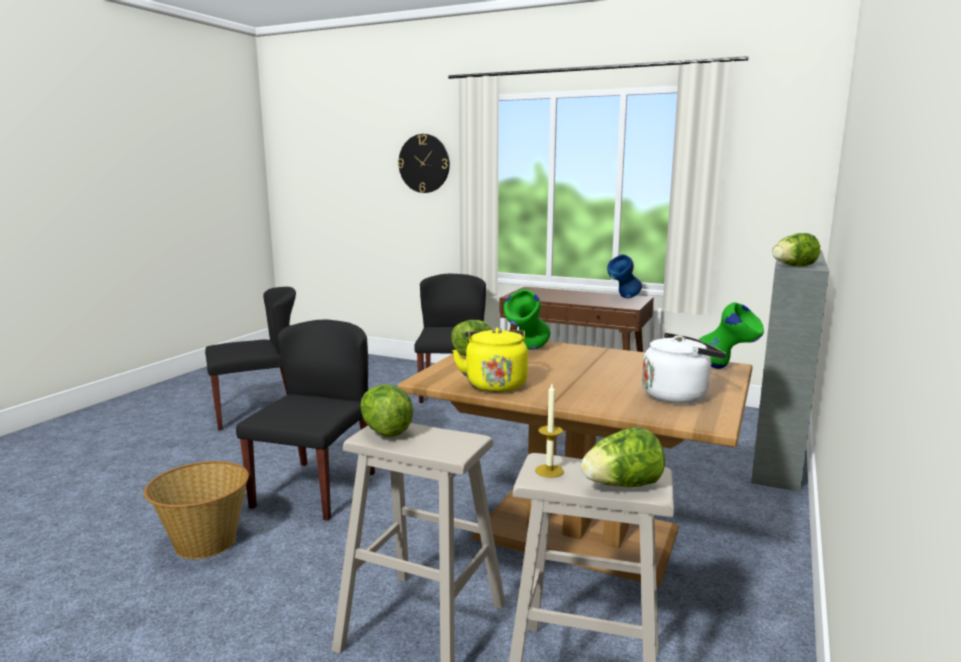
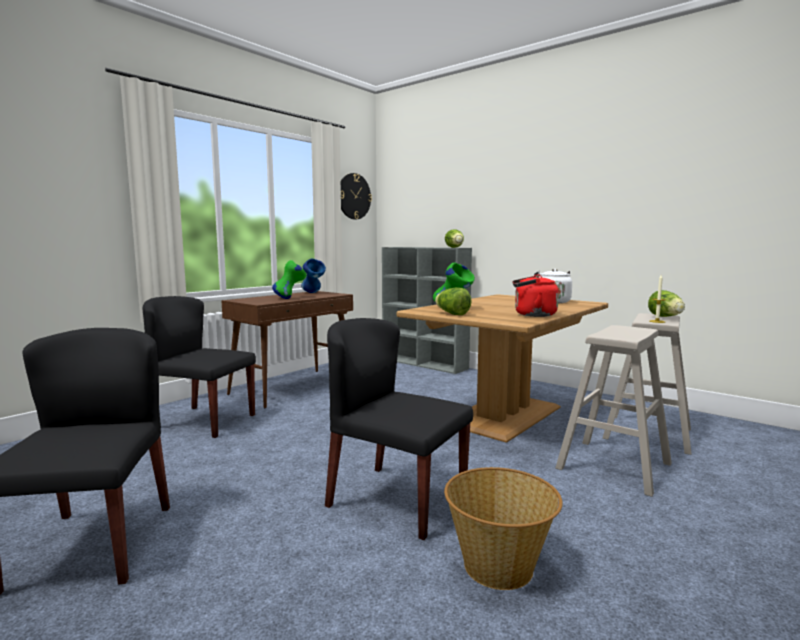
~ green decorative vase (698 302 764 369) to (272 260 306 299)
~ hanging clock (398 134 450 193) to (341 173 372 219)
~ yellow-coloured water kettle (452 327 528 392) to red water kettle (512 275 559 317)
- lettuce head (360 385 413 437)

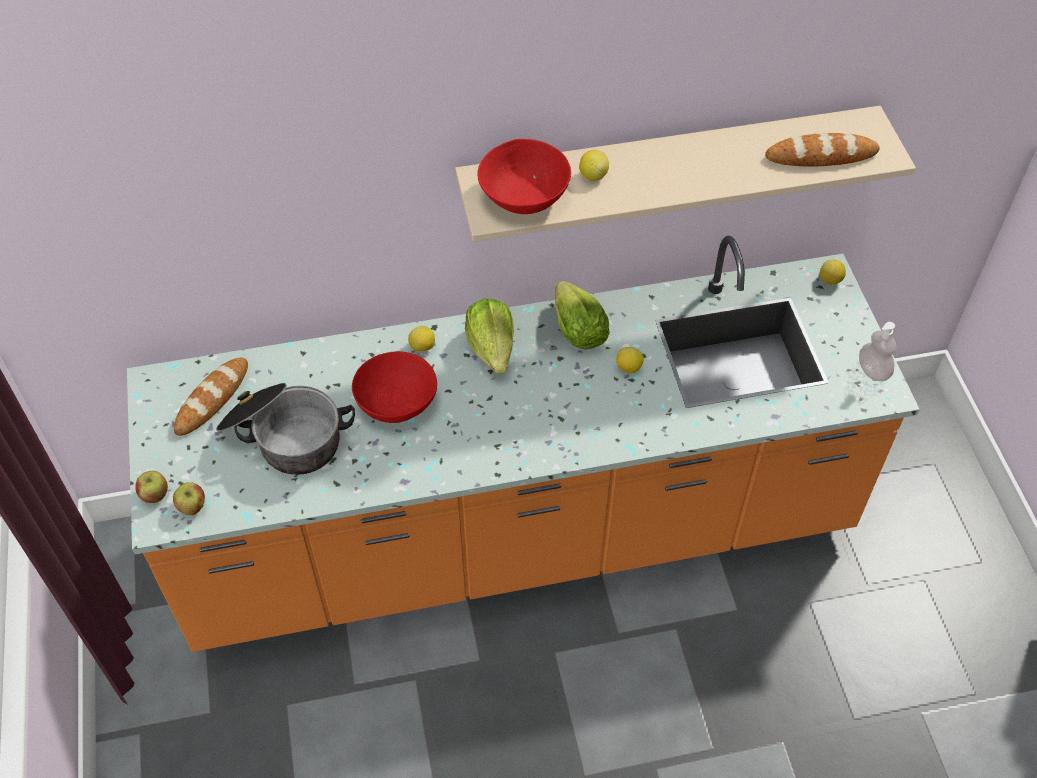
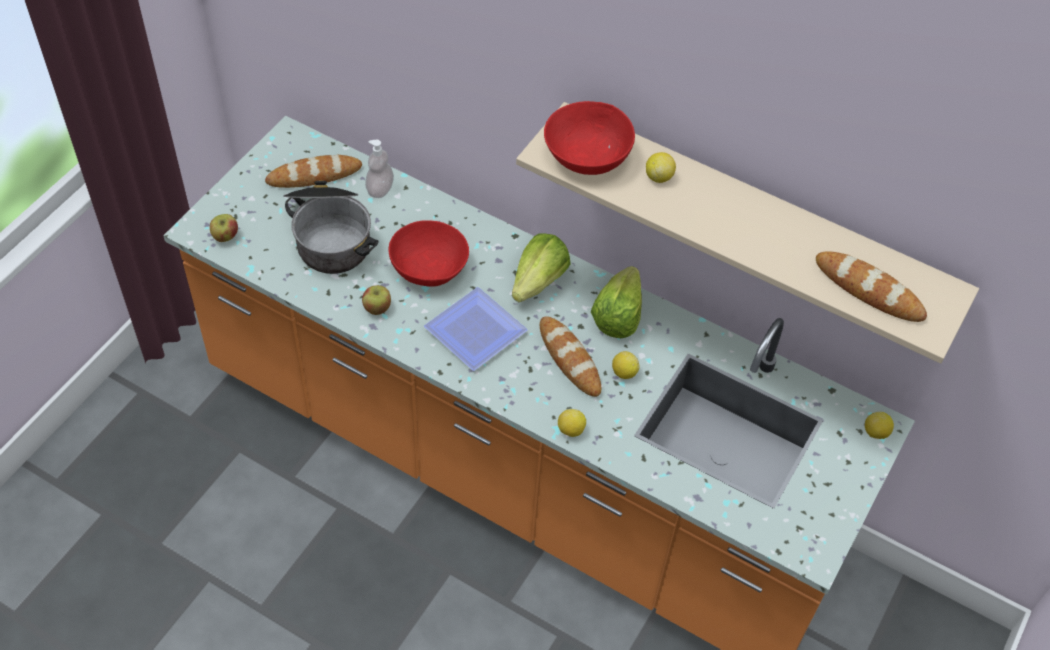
~ apple fruit (135 471 168 503) to (362 285 391 315)
~ liquid soap bottle (859 322 897 381) to (365 140 394 198)
+ flat dish (424 287 528 371)
+ bakery bread (540 316 601 397)
~ whole lemon (408 326 435 352) to (558 409 586 437)

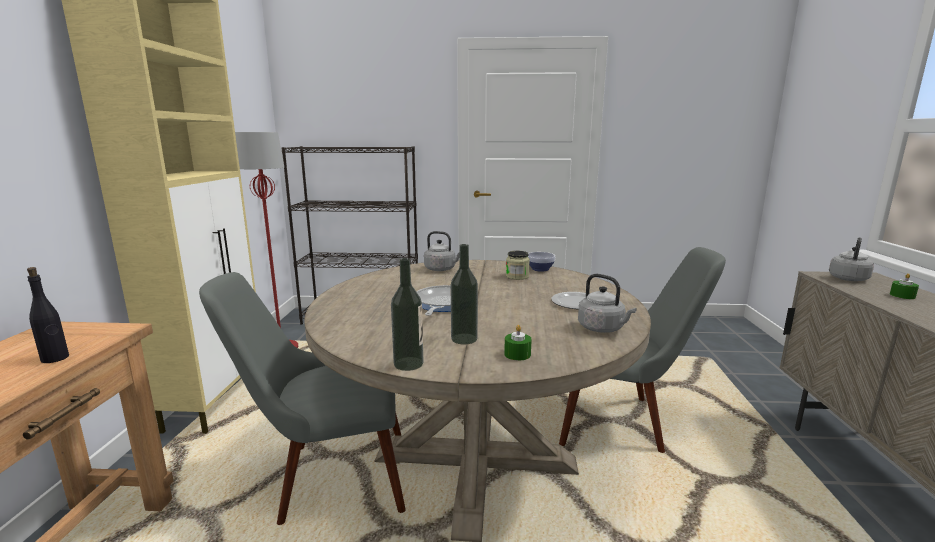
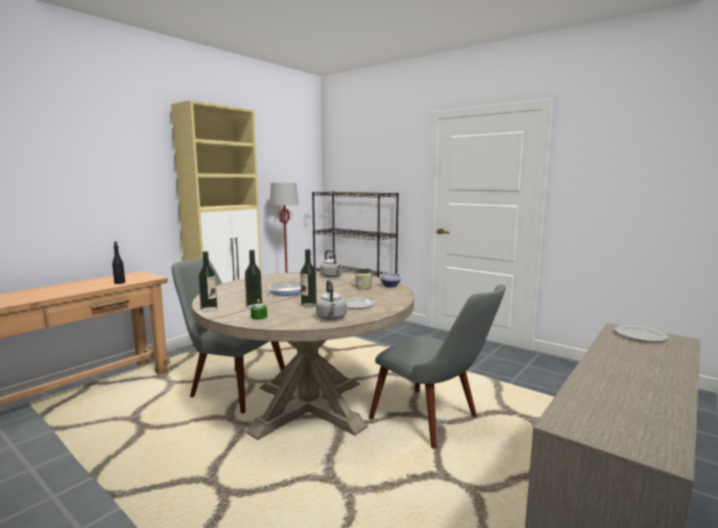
+ bottle (300 249 317 308)
~ greyish water kettle (829 237 874 281) to flat dish (615 325 669 342)
- green wax candle (890 273 919 299)

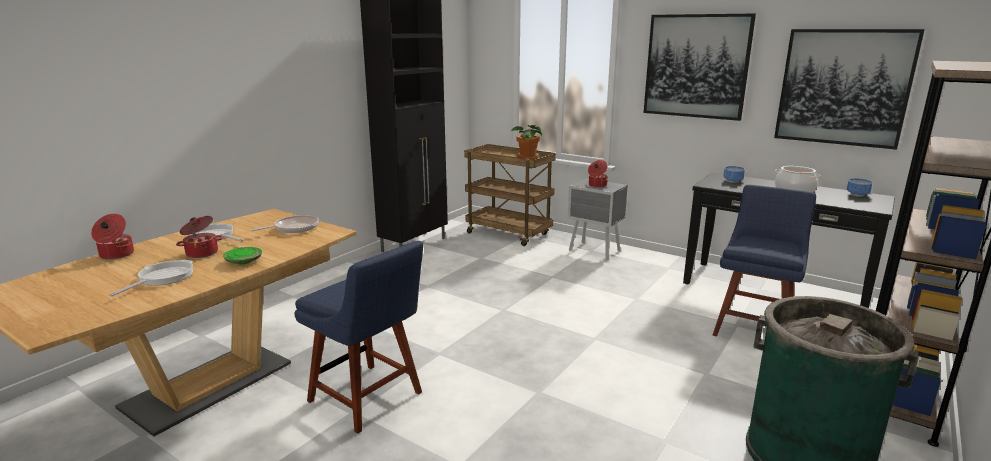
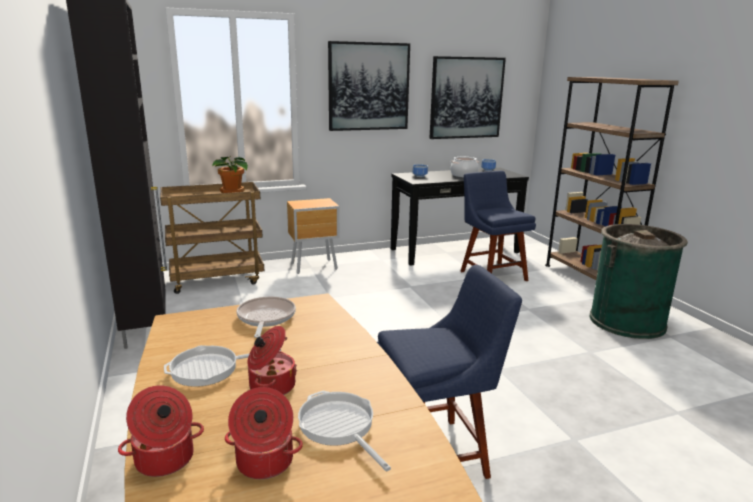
~ stockpot (588 160 608 187) to (225 387 303 479)
~ greyish bedside table (568 178 628 260) to brown bedside table (287 198 339 274)
- green flat dish (223 247 262 264)

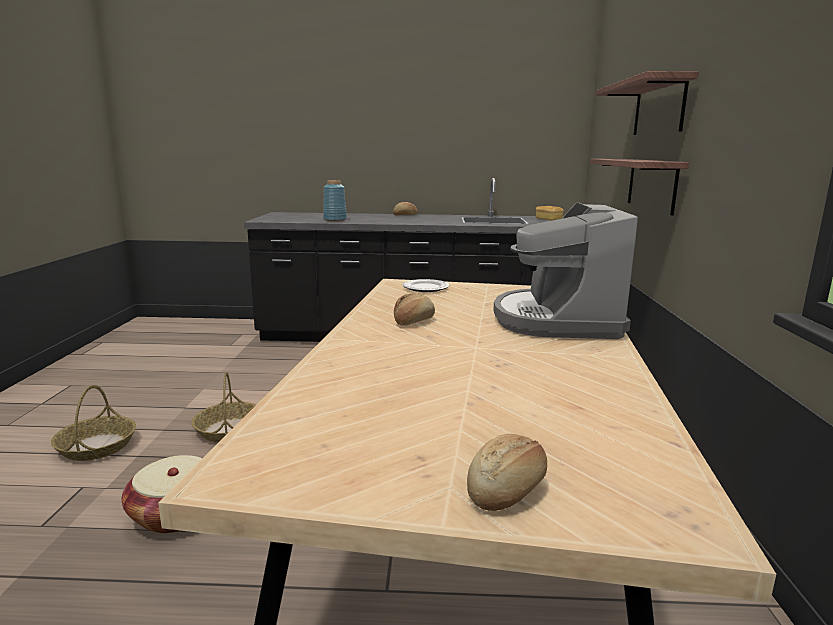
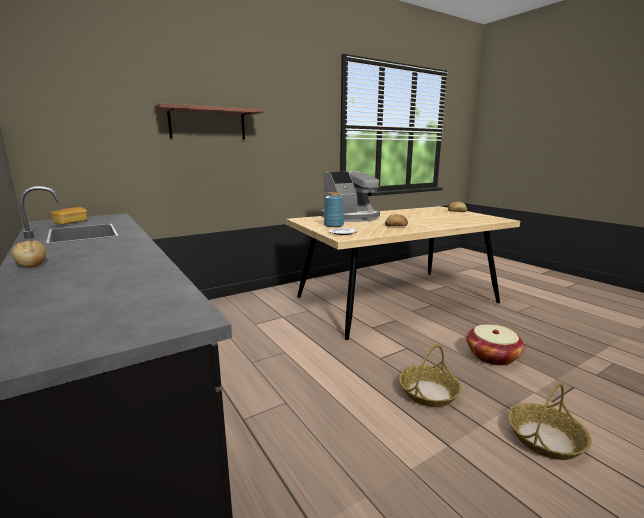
~ blue decorative vase (323 180 347 221) to (324 192 344 227)
- shelf (590 159 689 215)

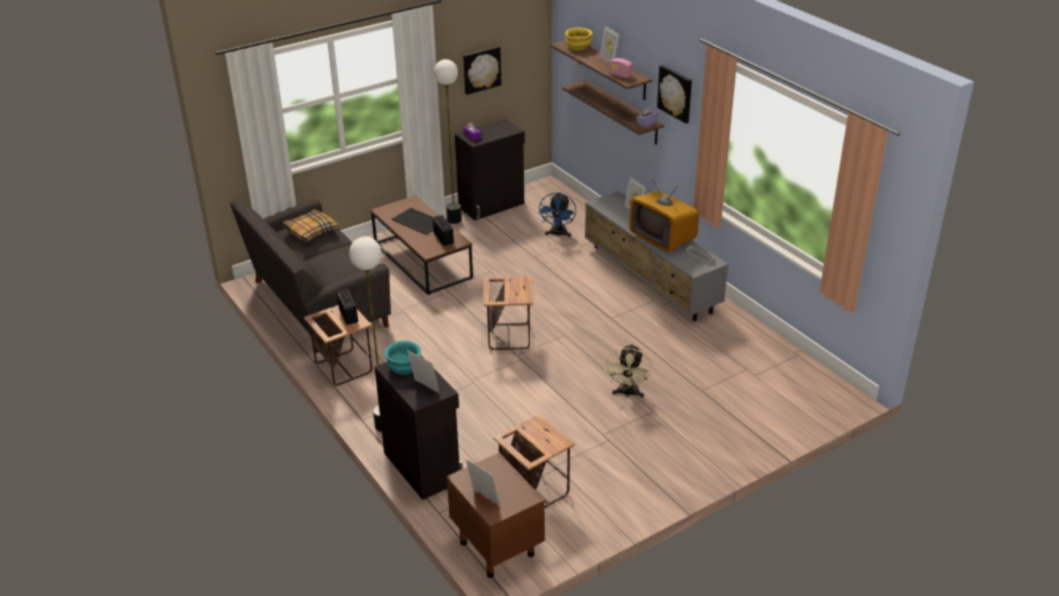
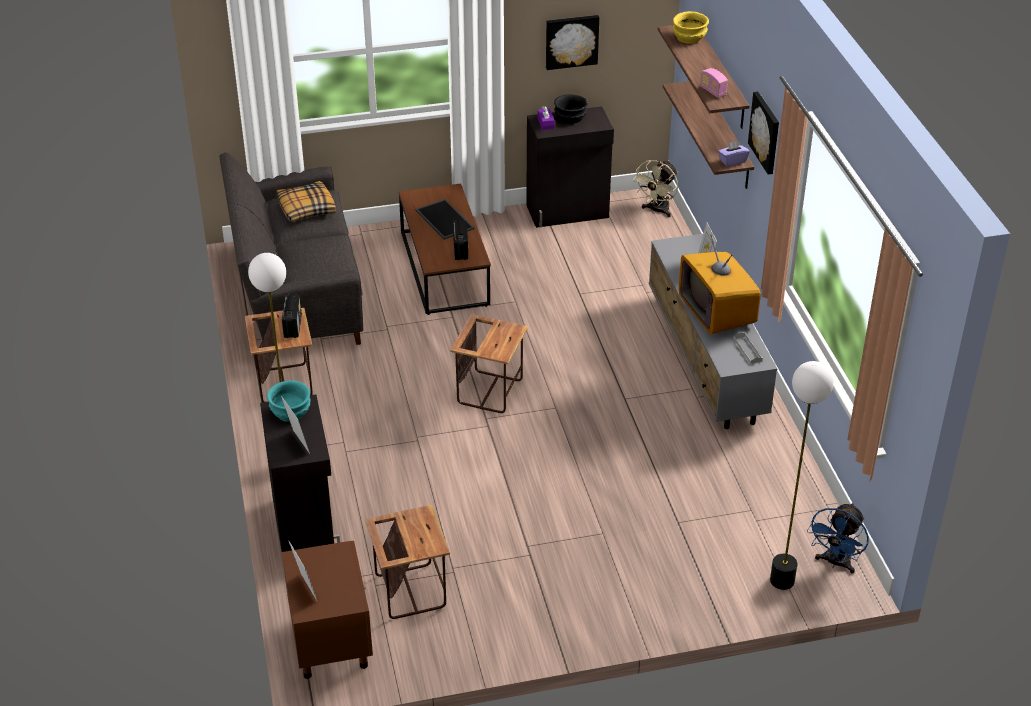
+ black serving bowl (554 94 588 124)
~ beige fan (605 344 652 398) to (632 160 678 217)
~ floor lamp (434 59 462 224) to (770 361 834 590)
~ blue fan (538 192 576 237) to (807 503 869 573)
- standing frame (600 26 619 63)

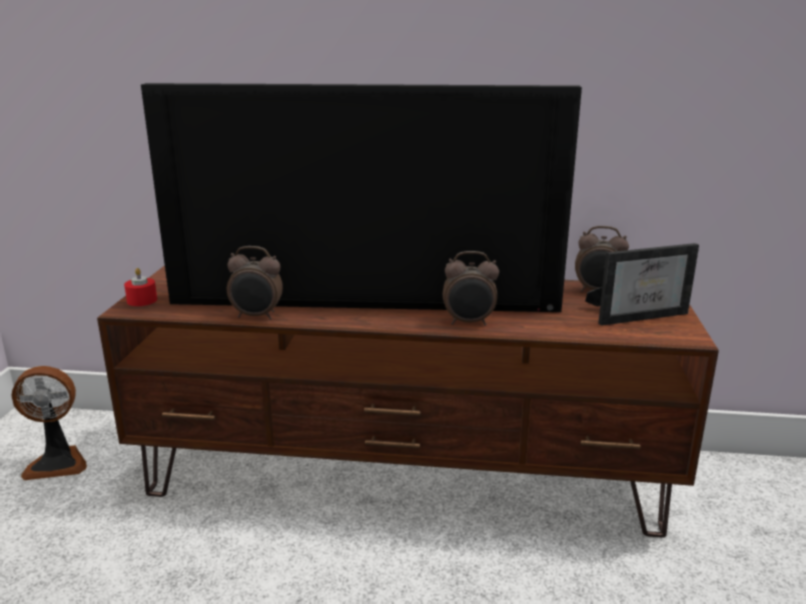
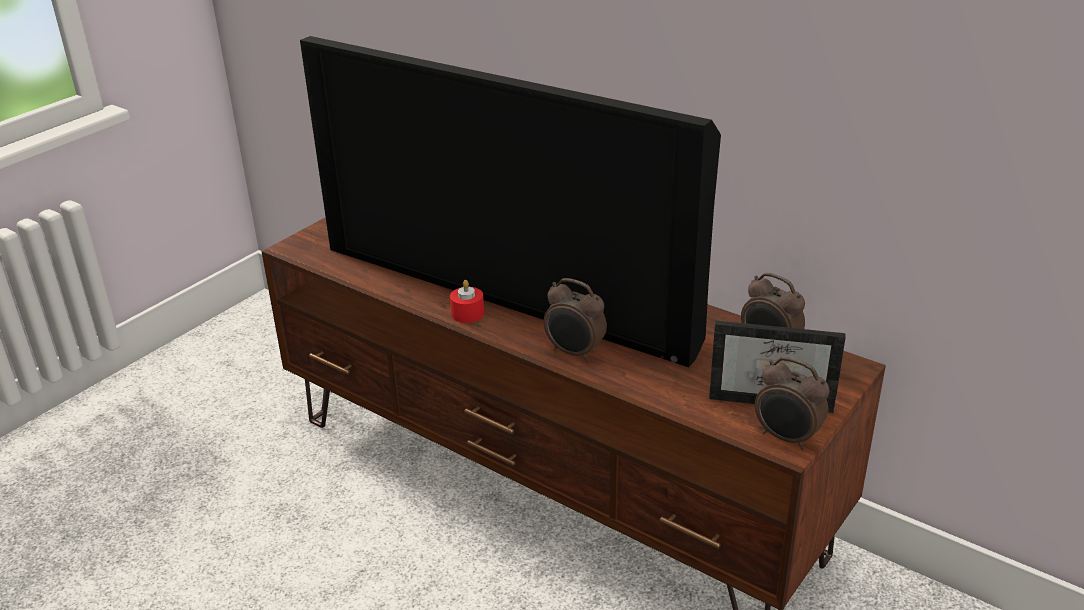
~ red wax candle (124 268 157 306) to (450 280 484 323)
~ bedside clock (227 246 283 320) to (755 356 830 450)
- fan (12 366 87 480)

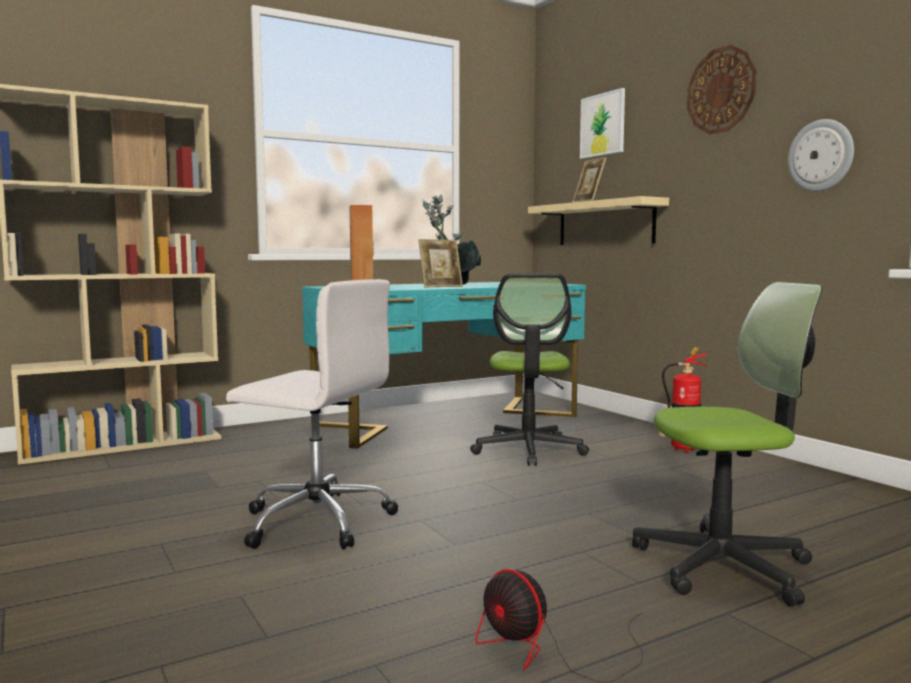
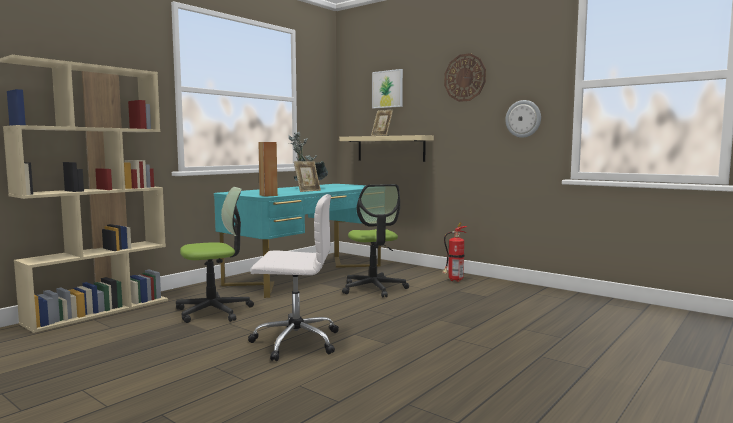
~ desk chair (632 282 822 607) to (176 187 254 323)
- fan (475 569 643 683)

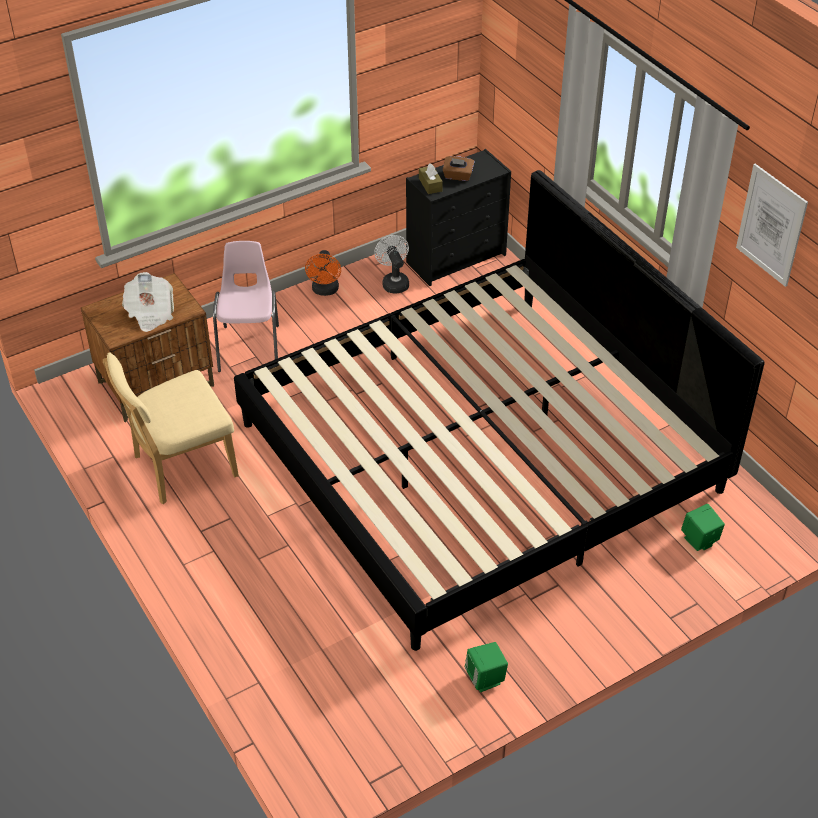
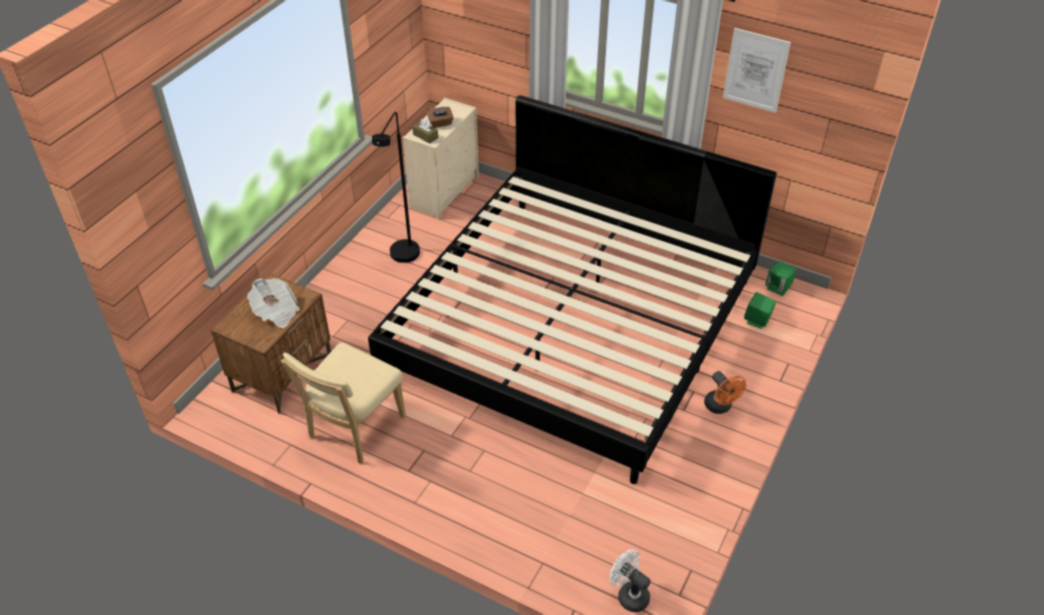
+ black floor lamp (372 112 420 263)
~ black dresser (406 149 511 286) to beige dresser (403 98 479 219)
~ whitish fan (374 235 409 294) to (609 550 650 612)
~ orange-coloured fan (305 250 341 296) to (704 371 746 414)
~ green speaker (465 642 508 692) to (765 261 796 296)
- pinkish plain chair (213 241 279 372)

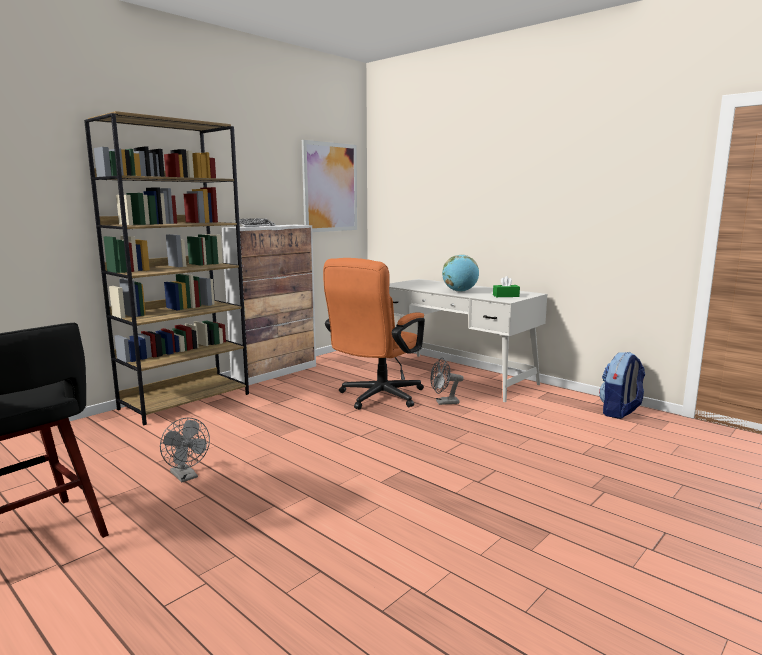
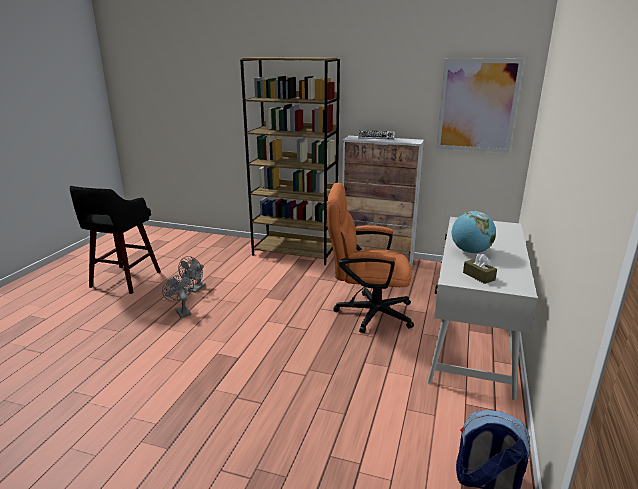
~ greyish fan (430 358 464 405) to (162 274 194 318)
~ green tissue box (493 276 520 297) to brown tissue box (463 254 497 284)

